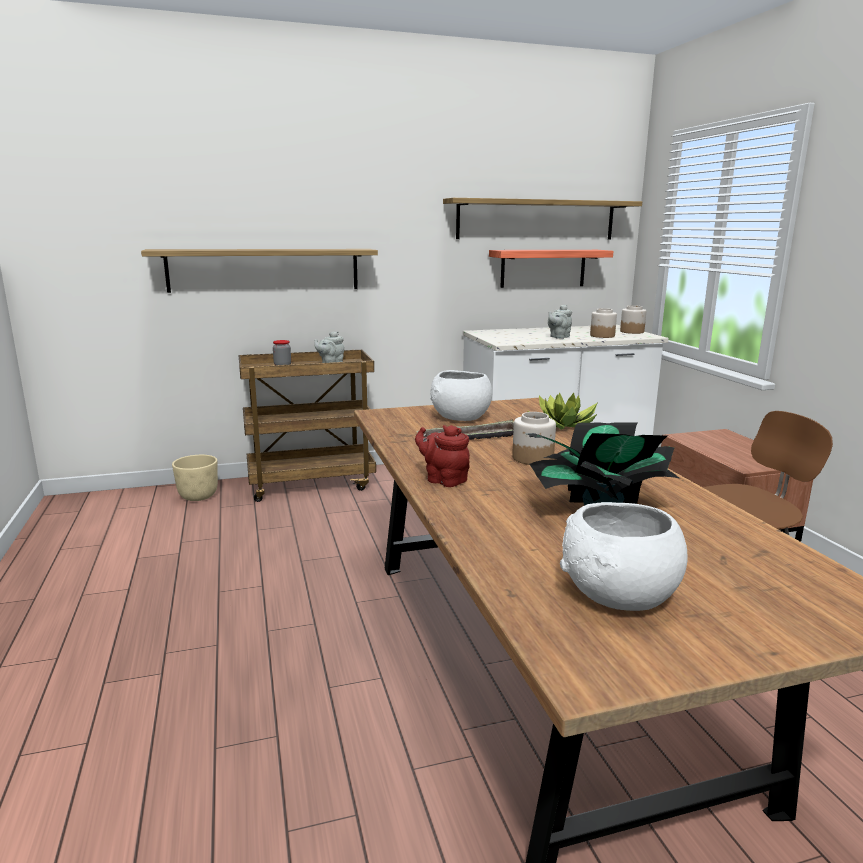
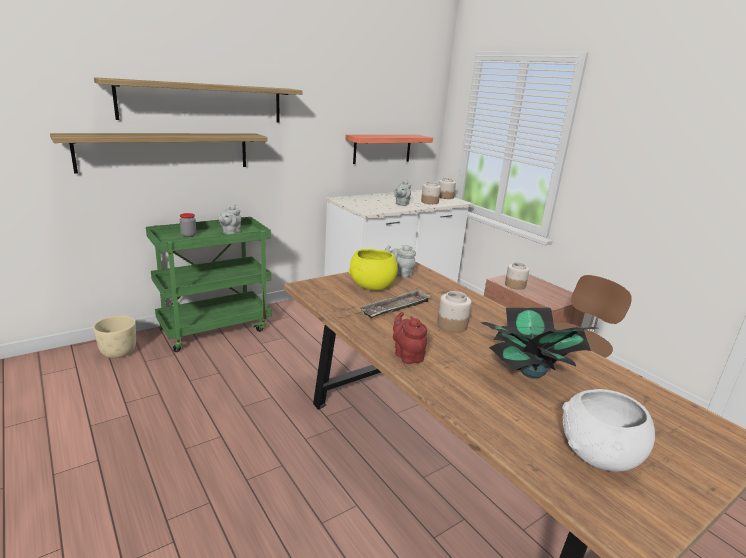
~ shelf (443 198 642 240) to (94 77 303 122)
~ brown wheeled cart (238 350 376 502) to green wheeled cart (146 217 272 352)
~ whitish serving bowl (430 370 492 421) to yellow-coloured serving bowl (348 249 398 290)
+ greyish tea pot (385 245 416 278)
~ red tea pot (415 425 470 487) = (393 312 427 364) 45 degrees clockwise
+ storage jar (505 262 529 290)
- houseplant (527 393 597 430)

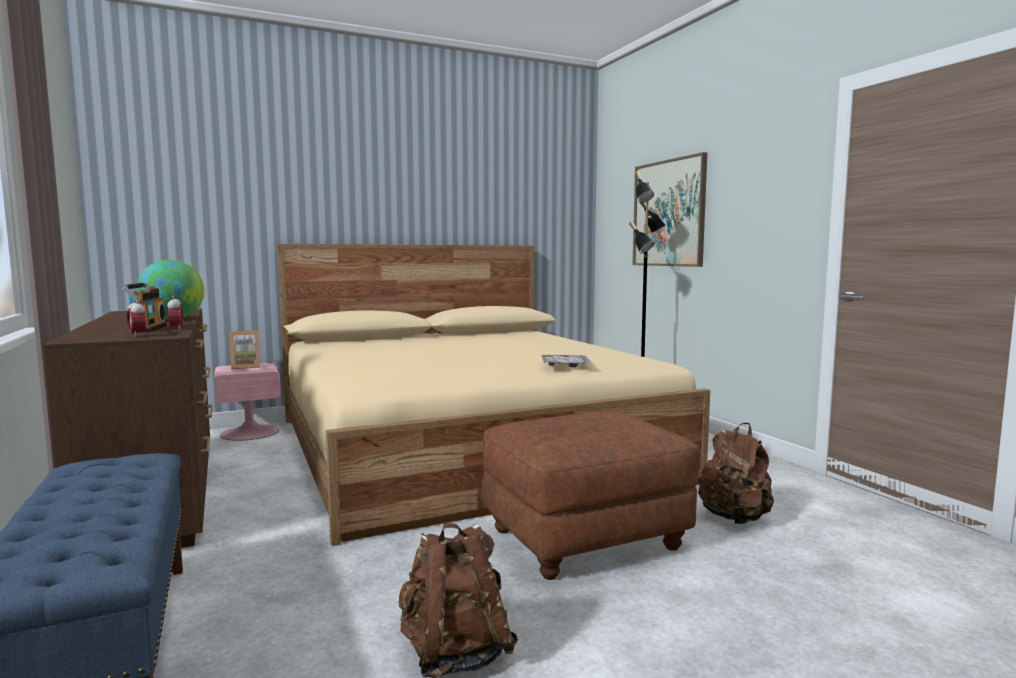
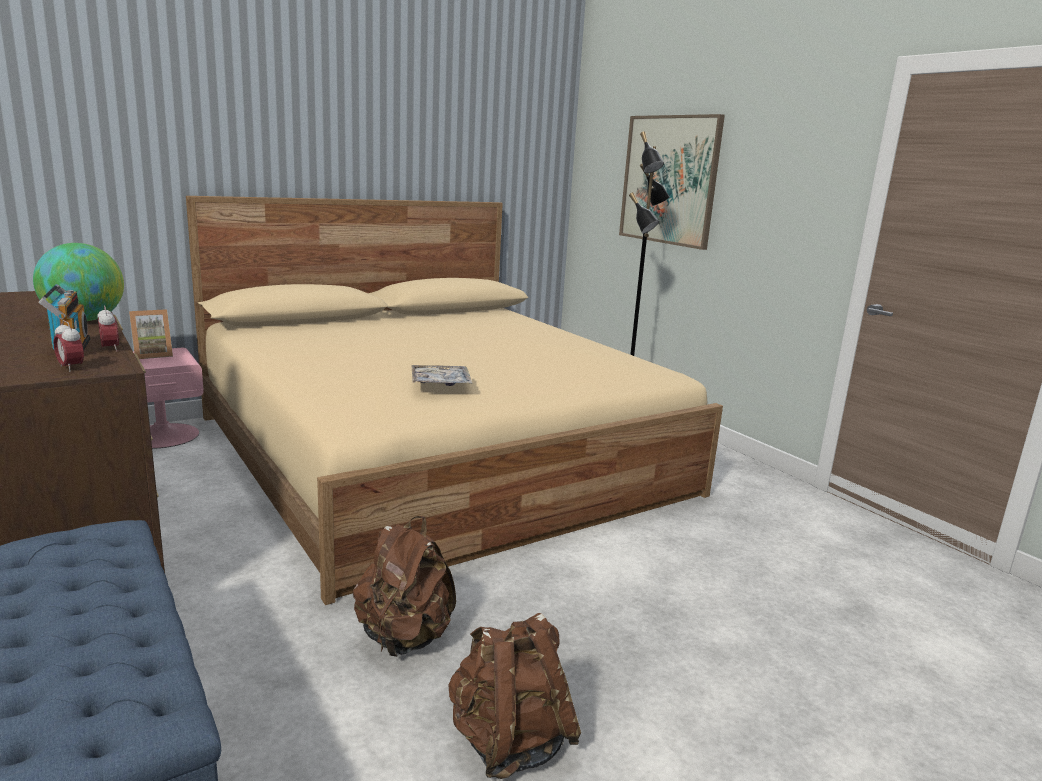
~ brown backpack (698 422 774 524) to (353 516 456 657)
~ carrying tray (541 355 592 367) to (411 365 472 386)
- brown ottoman (482 411 700 580)

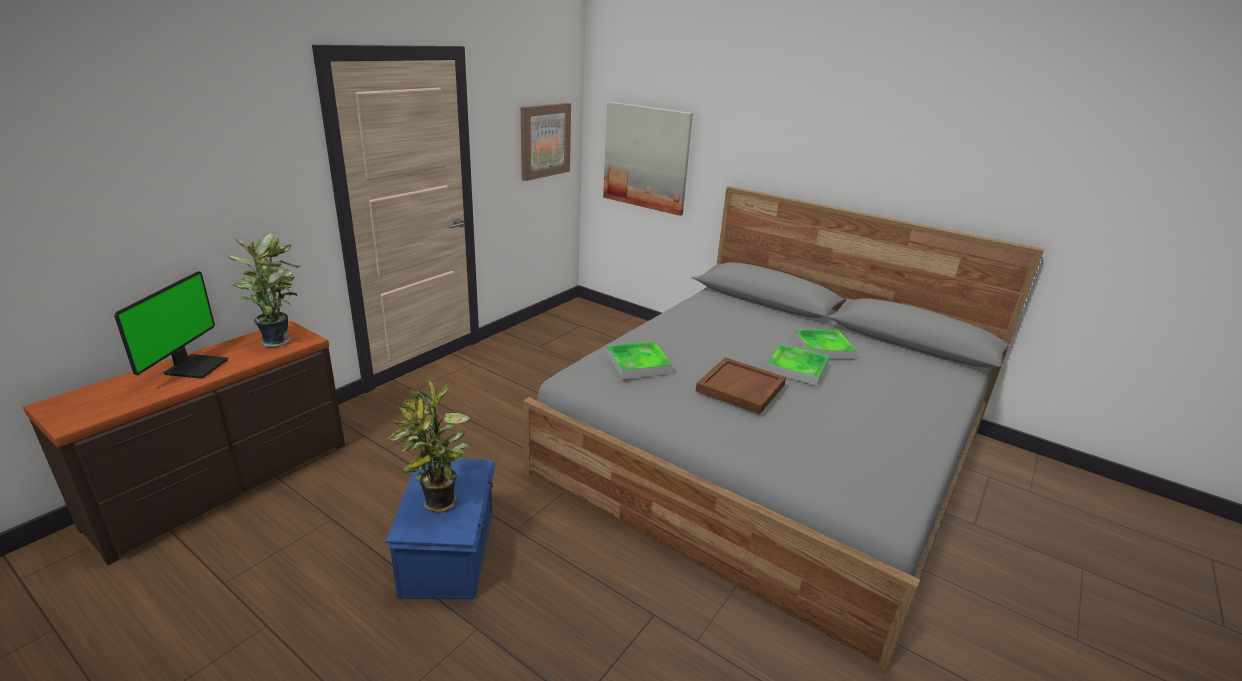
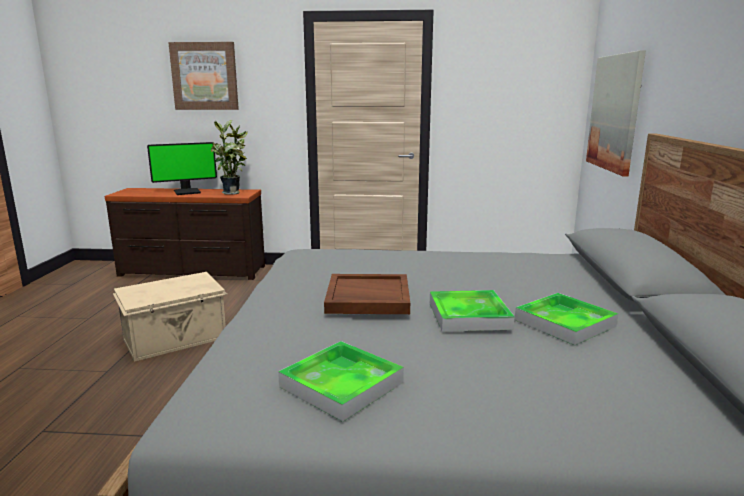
~ blue storage bin (386 457 496 599) to beige storage bin (113 272 227 362)
~ wall picture (521 103 571 181) to (168 42 239 110)
~ carrying tray (607 341 673 379) to (278 341 404 422)
- houseplant (388 376 470 513)

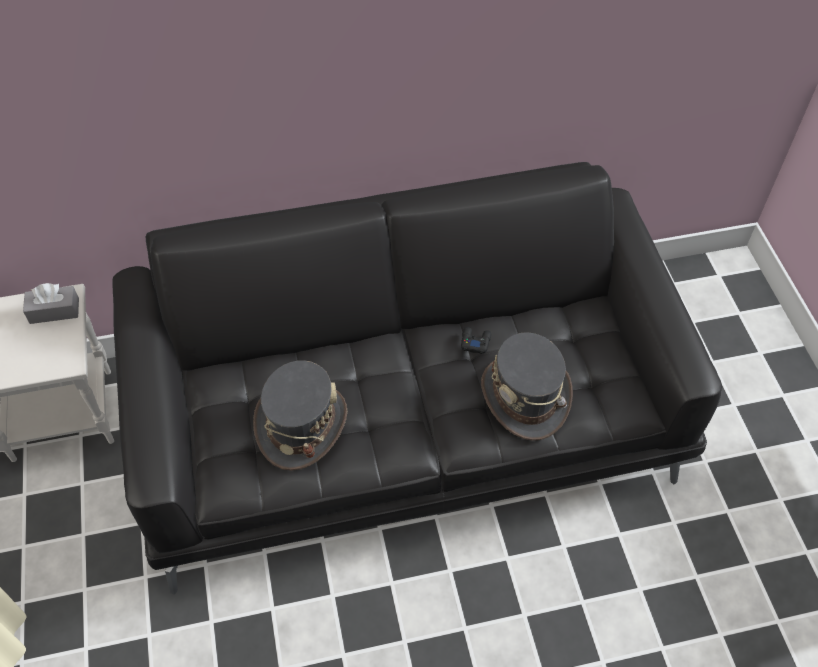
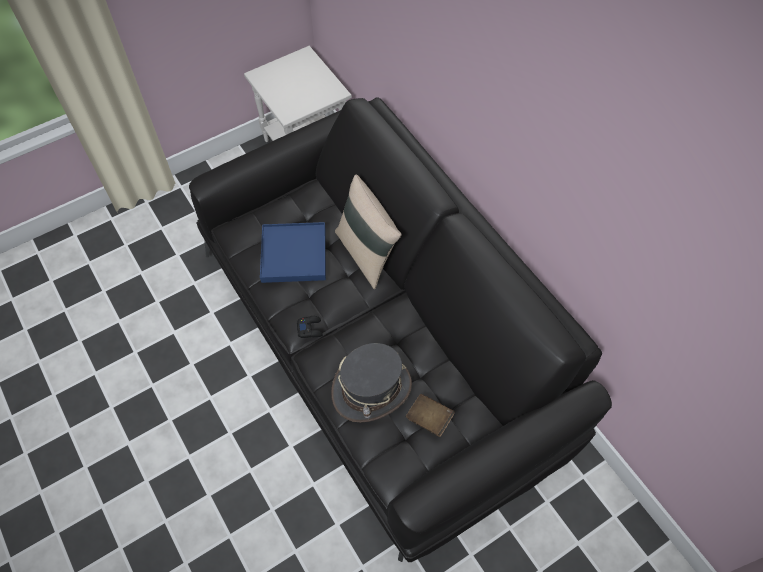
~ greyish wearable hat (253 360 347 471) to blue carrying tray (260 222 326 283)
~ black joypad (461 327 491 354) to (297 316 323 338)
+ beige throw pillow (335 175 402 289)
+ brown bound book (406 394 455 437)
- greyish tissue box (23 283 79 324)

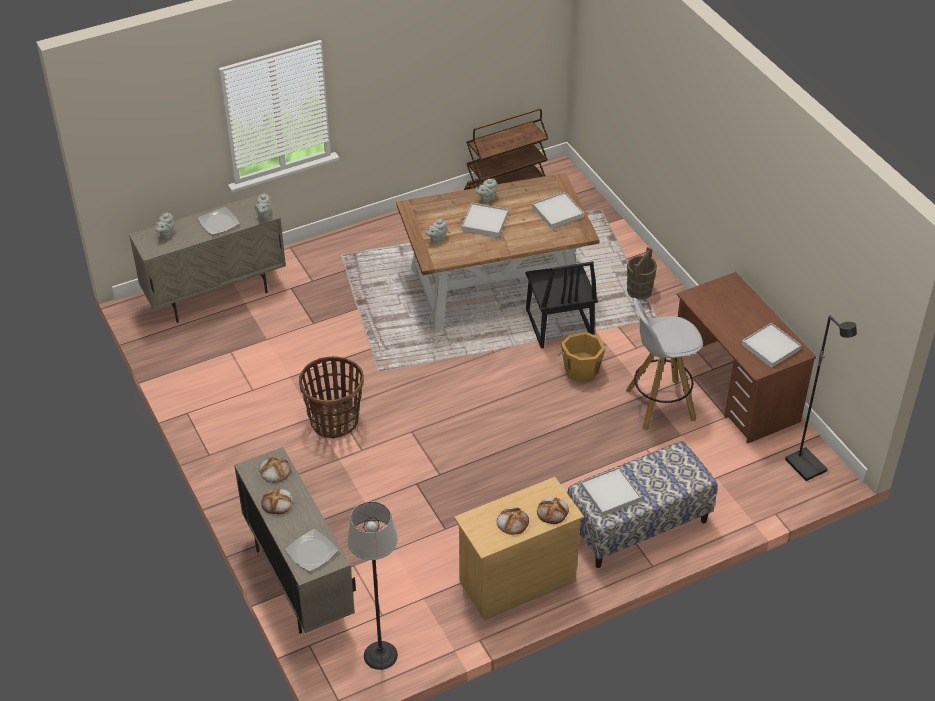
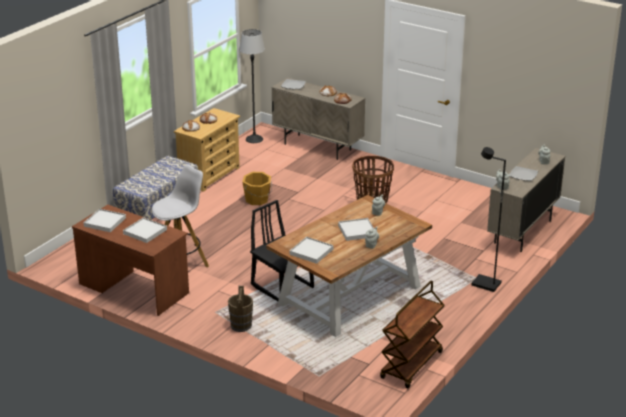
~ whitish carrying tray (581 467 641 516) to (123 217 167 243)
~ orange-coloured bucket (558 332 606 383) to (242 172 272 205)
~ black floor lamp (785 315 857 481) to (472 147 506 292)

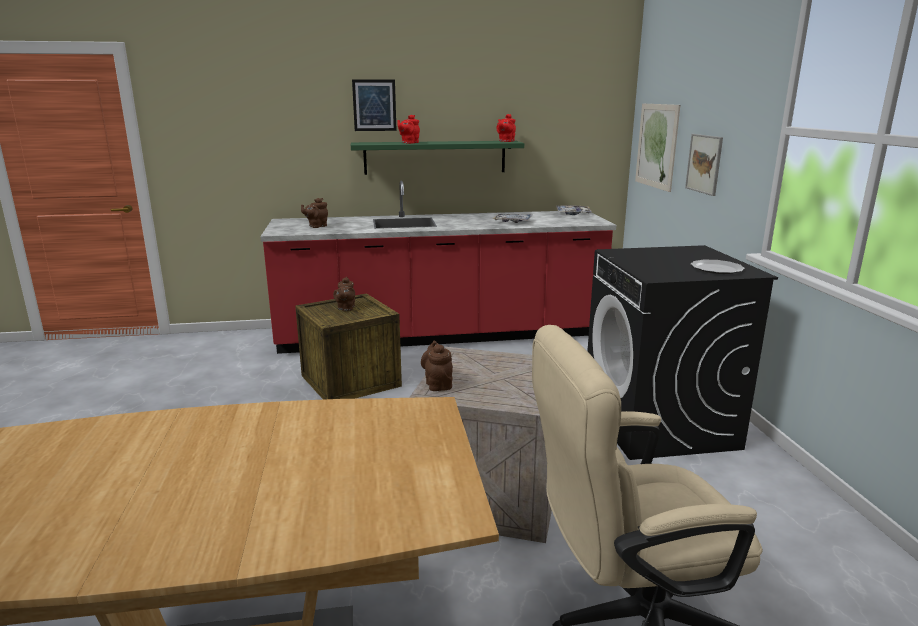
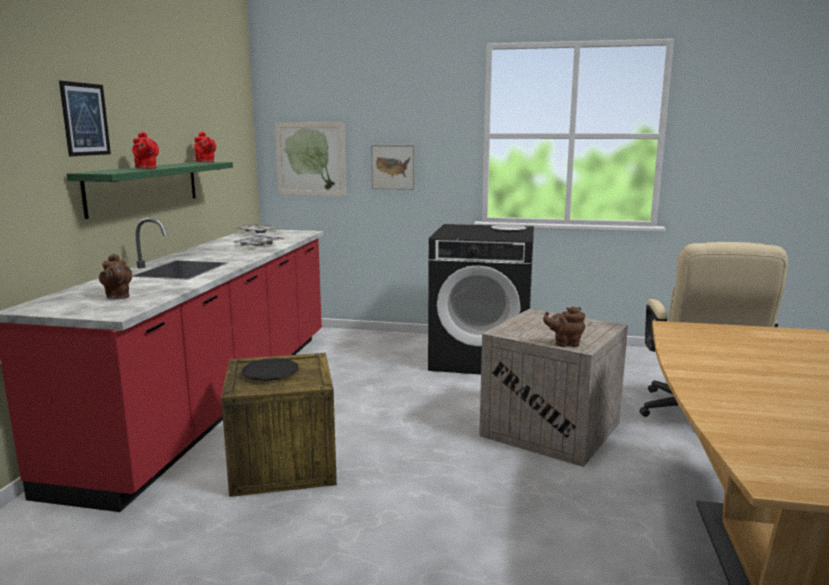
~ brown tea pot (333 277 355 311) to black flat dish (242 358 299 381)

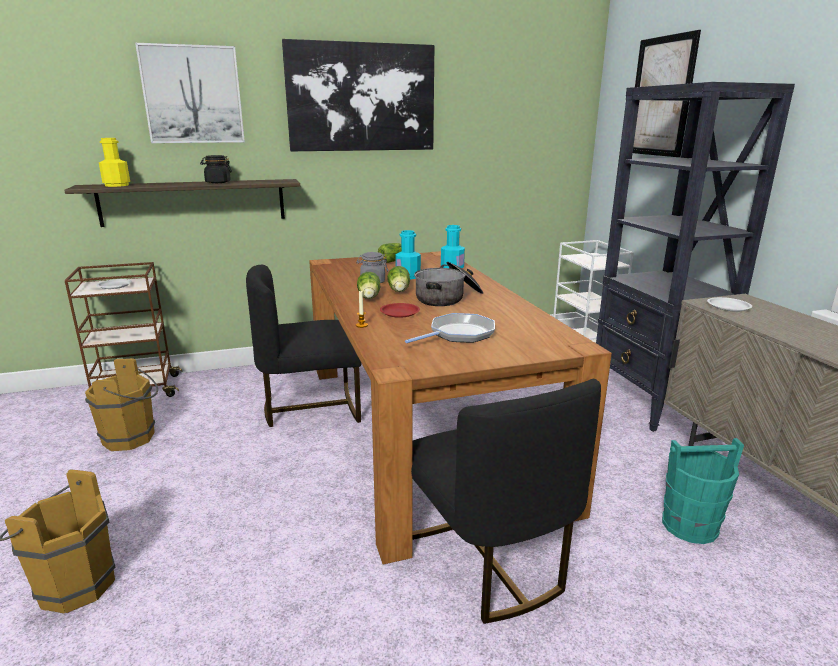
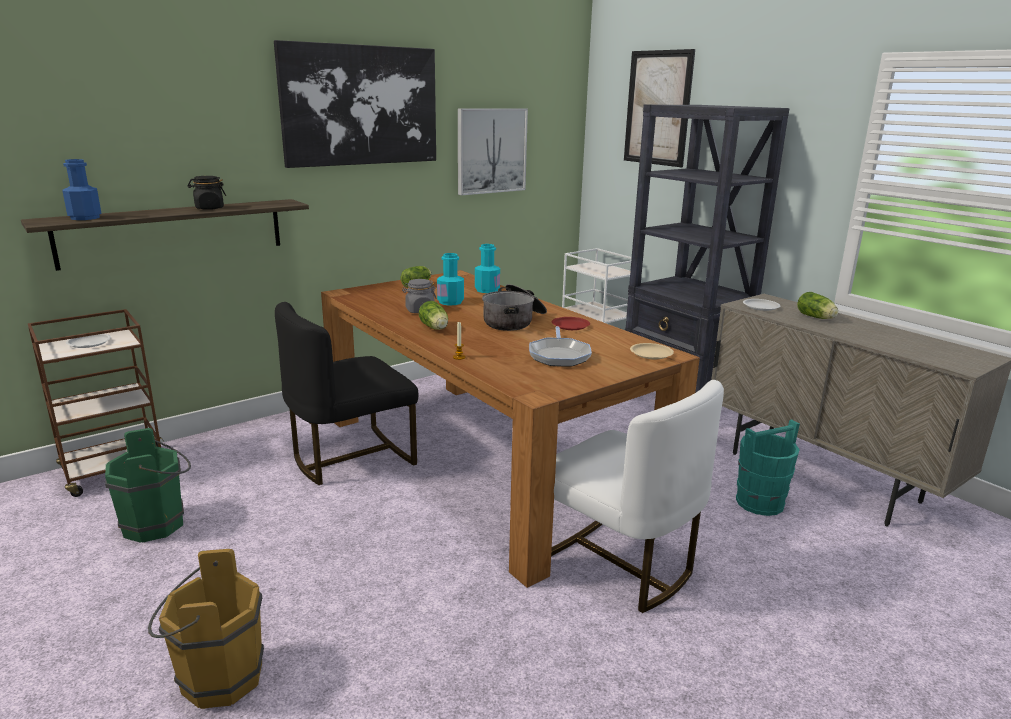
~ yellow-coloured bottle (99 138 130 187) to blue bottle (62 159 102 220)
~ brown bucket (85 358 158 451) to green bucket (105 428 191 543)
~ wall picture (135 43 245 143) to (458 108 528 195)
~ skillet (405 313 495 343) = (529 326 592 367) 150 degrees clockwise
~ black plain chair (411 379 601 624) to whitish plain chair (551 380 724 613)
~ red flat dish (380 303 420 318) to (552 317 590 330)
+ beige flat dish (630 343 674 359)
~ lettuce head (387 266 410 292) to (797 292 838 319)

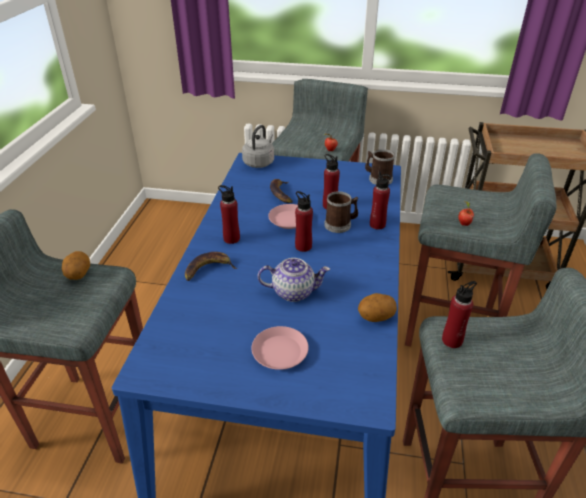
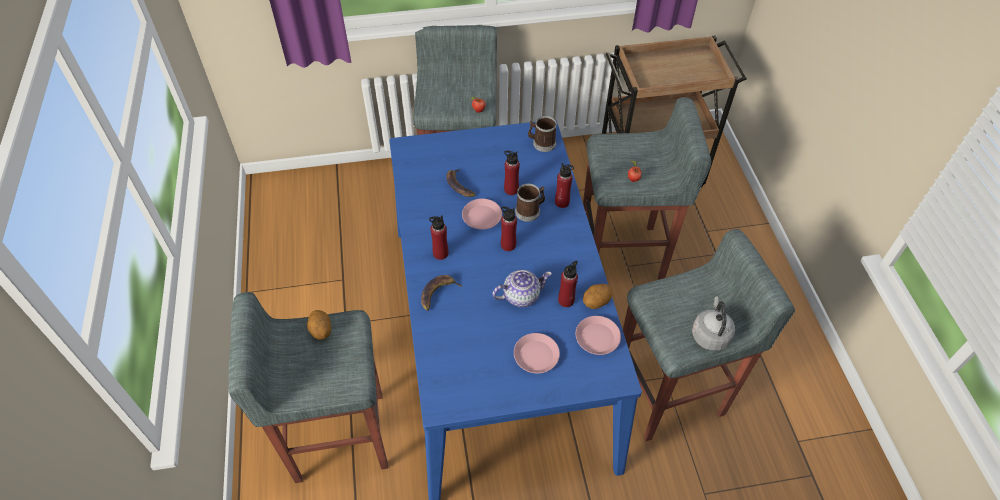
~ red bottle (442 281 477 348) to (558 260 578 307)
+ pinkish flat dish (576 316 621 355)
~ greyish water kettle (242 125 274 168) to (692 296 735 351)

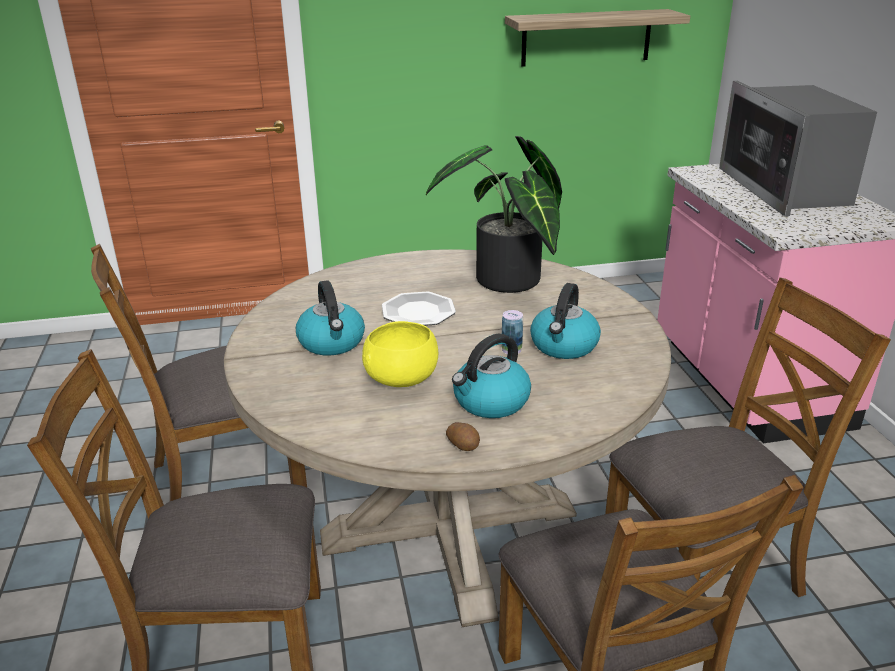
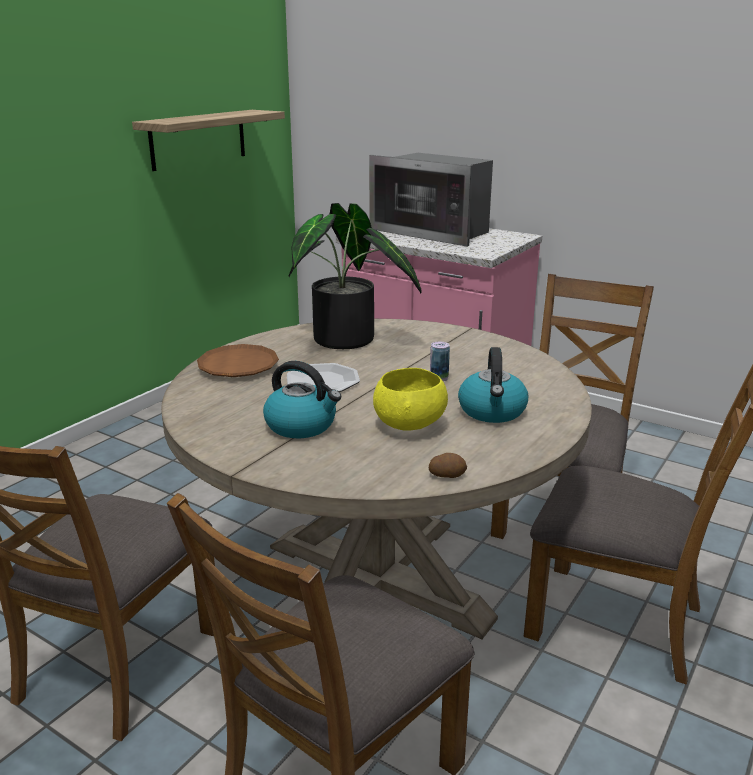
+ brown flat dish (197 344 279 377)
~ potato (446 422 480 451) to (429 453 467 478)
- water kettle (530 283 601 359)

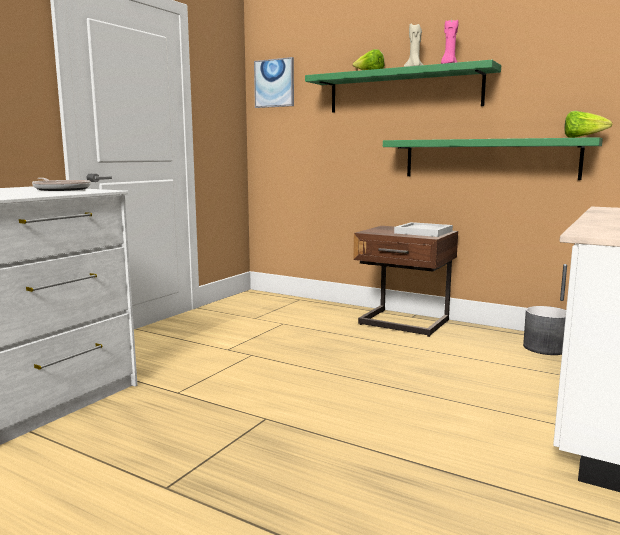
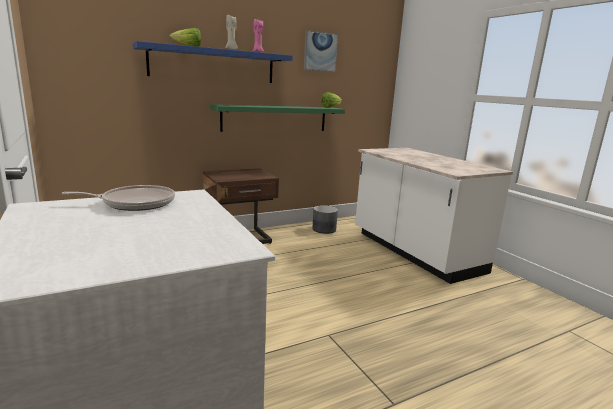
~ green shelf (305 60 501 113) to blue shelf (133 41 293 83)
~ wall picture (254 57 294 108) to (304 30 338 72)
- whitish carrying tray (394 222 453 237)

